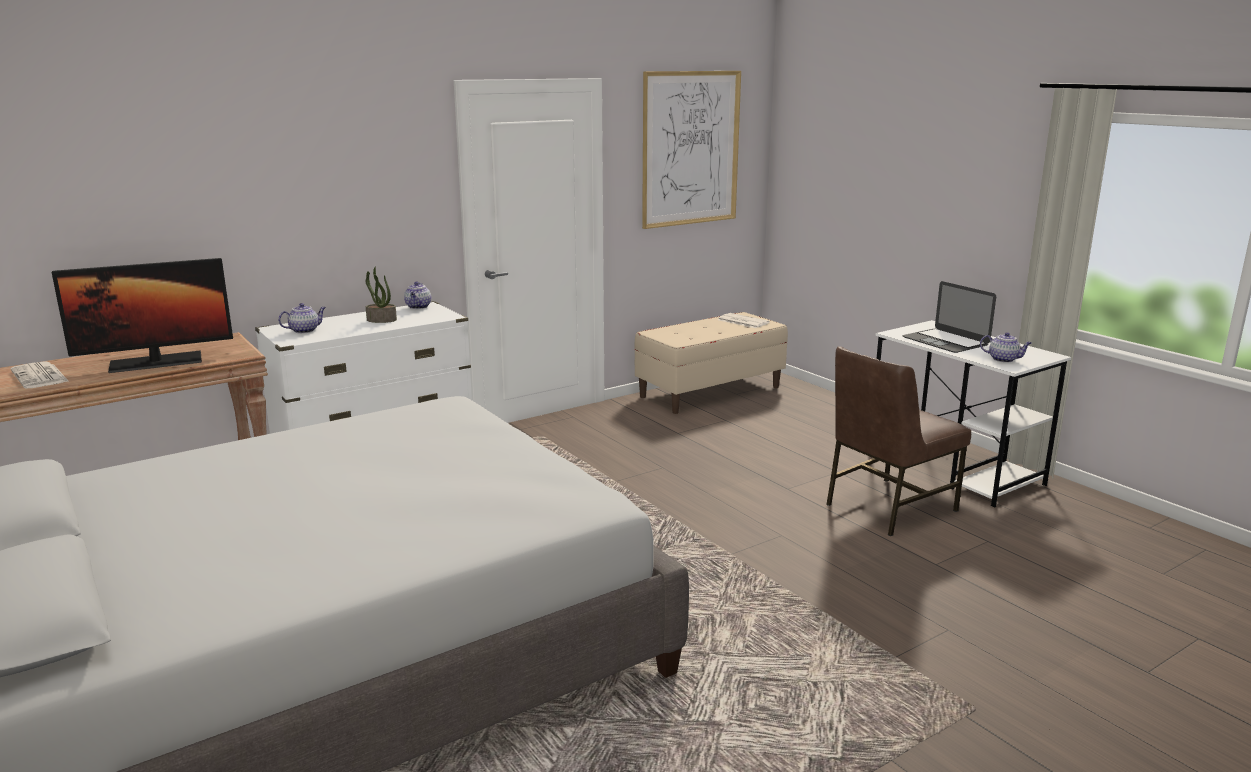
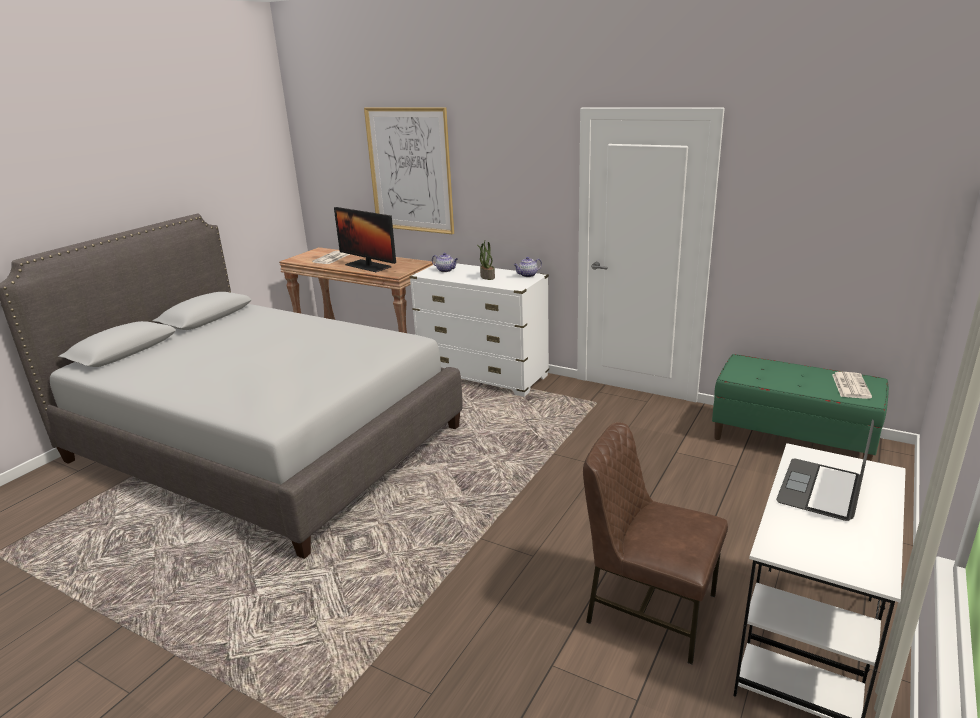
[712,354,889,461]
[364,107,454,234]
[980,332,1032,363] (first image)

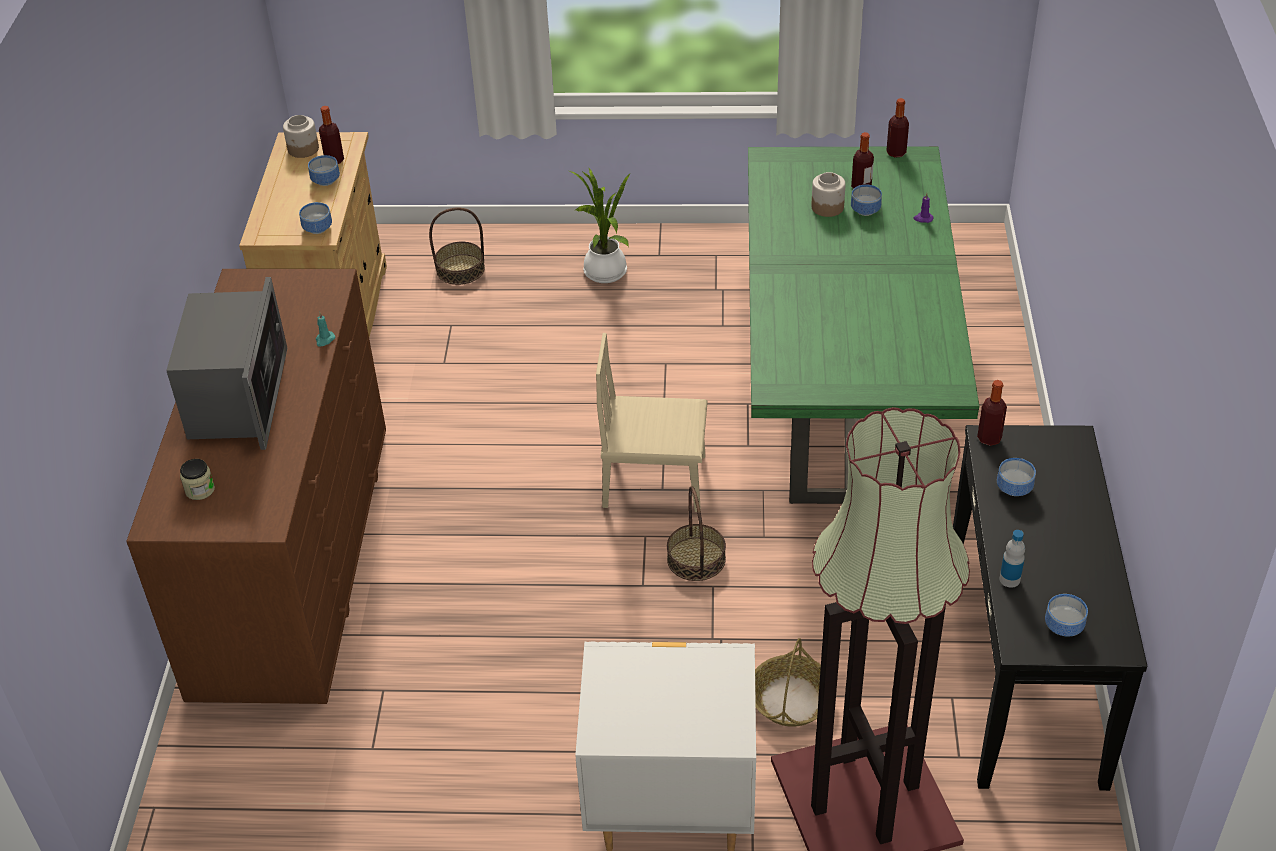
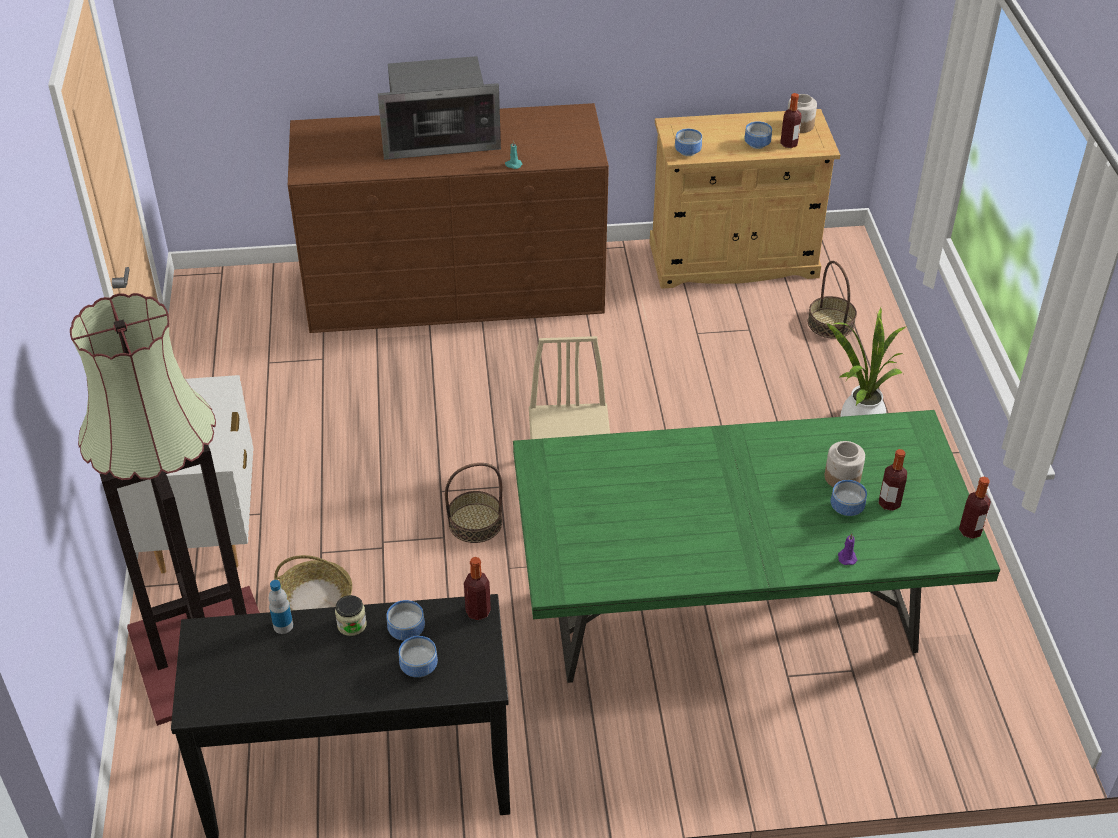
[335,595,367,636]
[399,636,438,677]

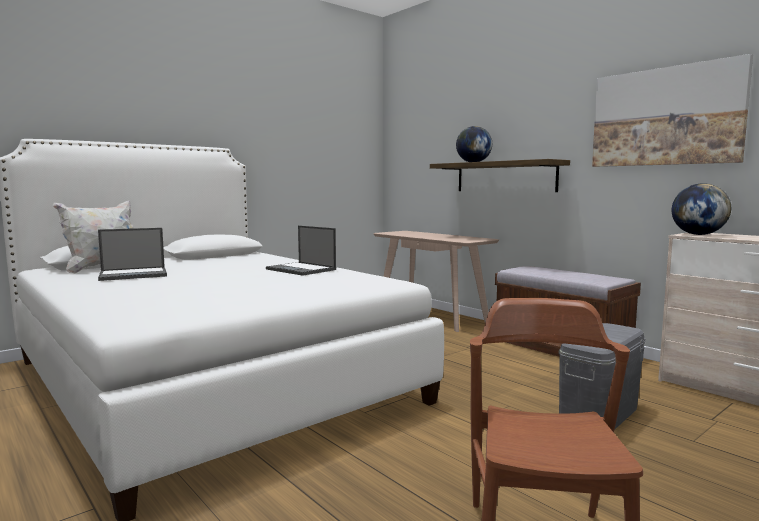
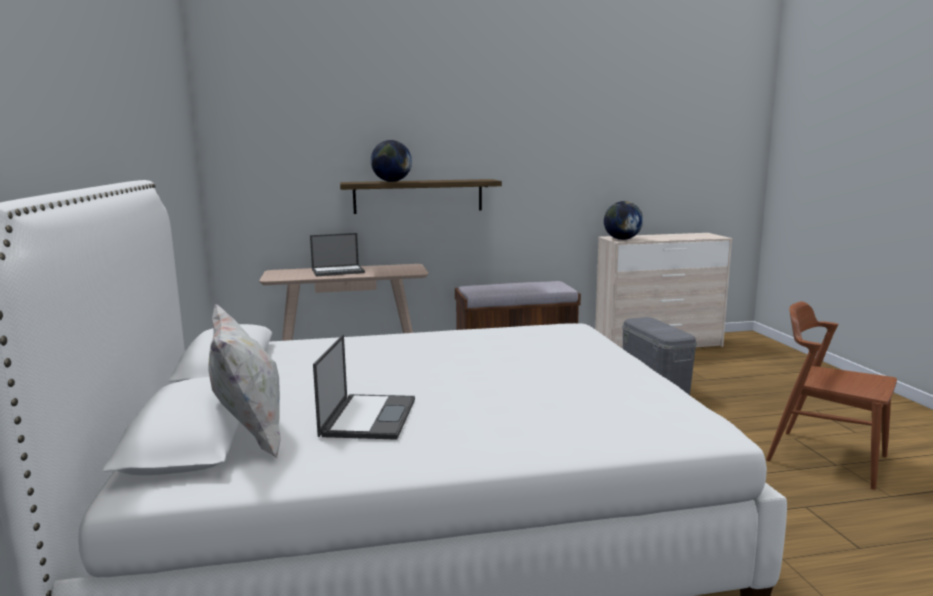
[310,233,365,276]
[592,54,753,167] (first image)

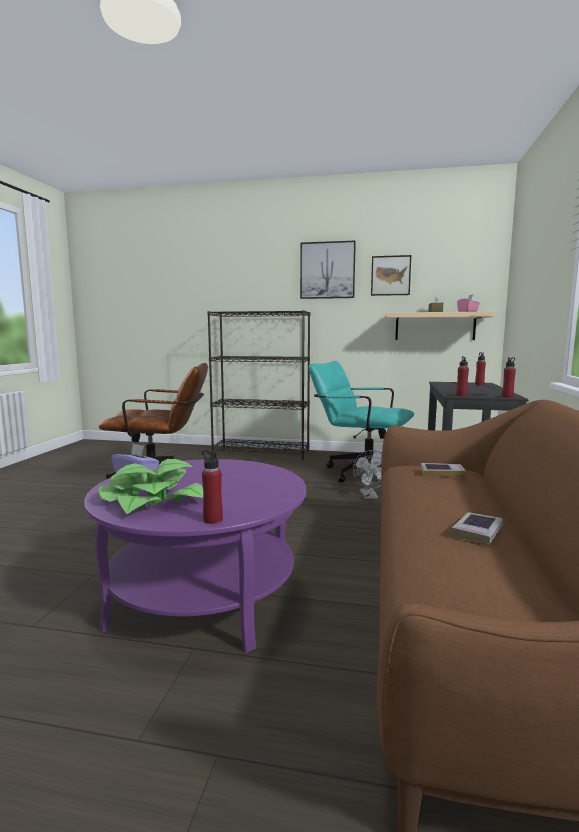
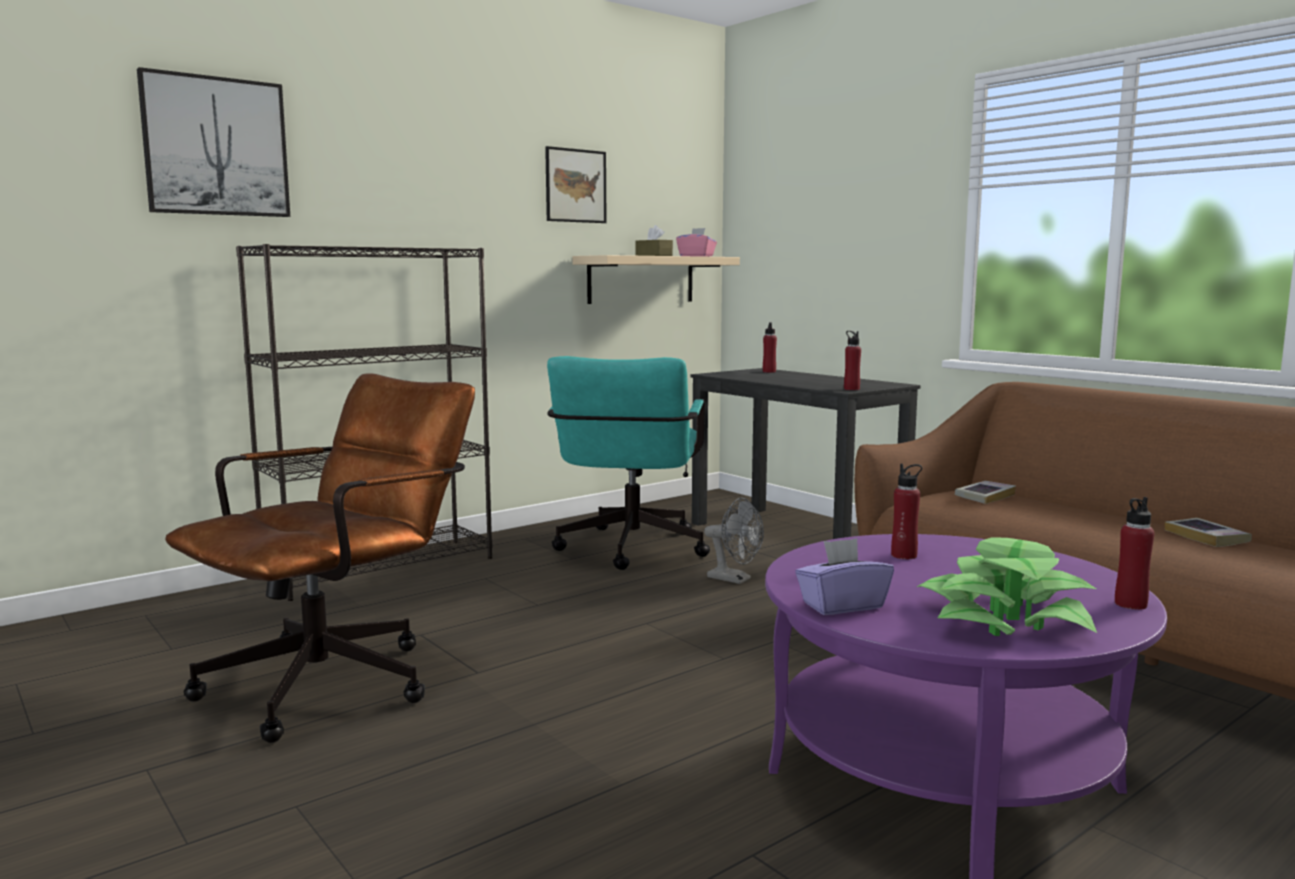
[137,67,290,217]
[547,356,710,570]
[891,464,922,559]

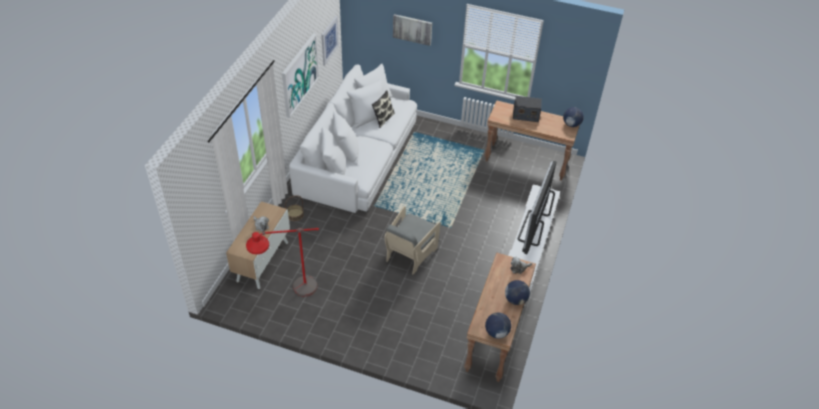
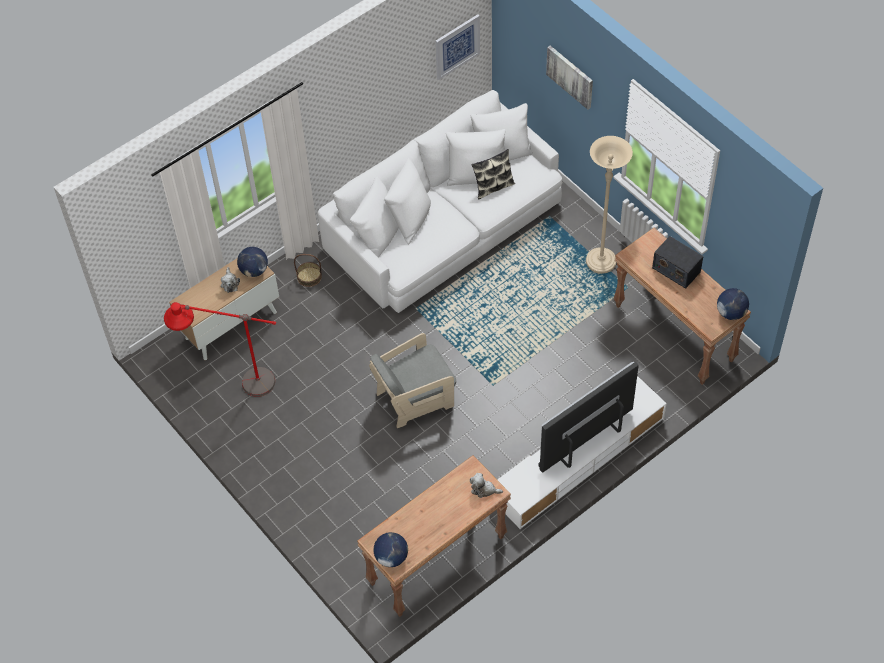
[282,33,319,118] (first image)
[237,247,268,277]
[586,136,633,274]

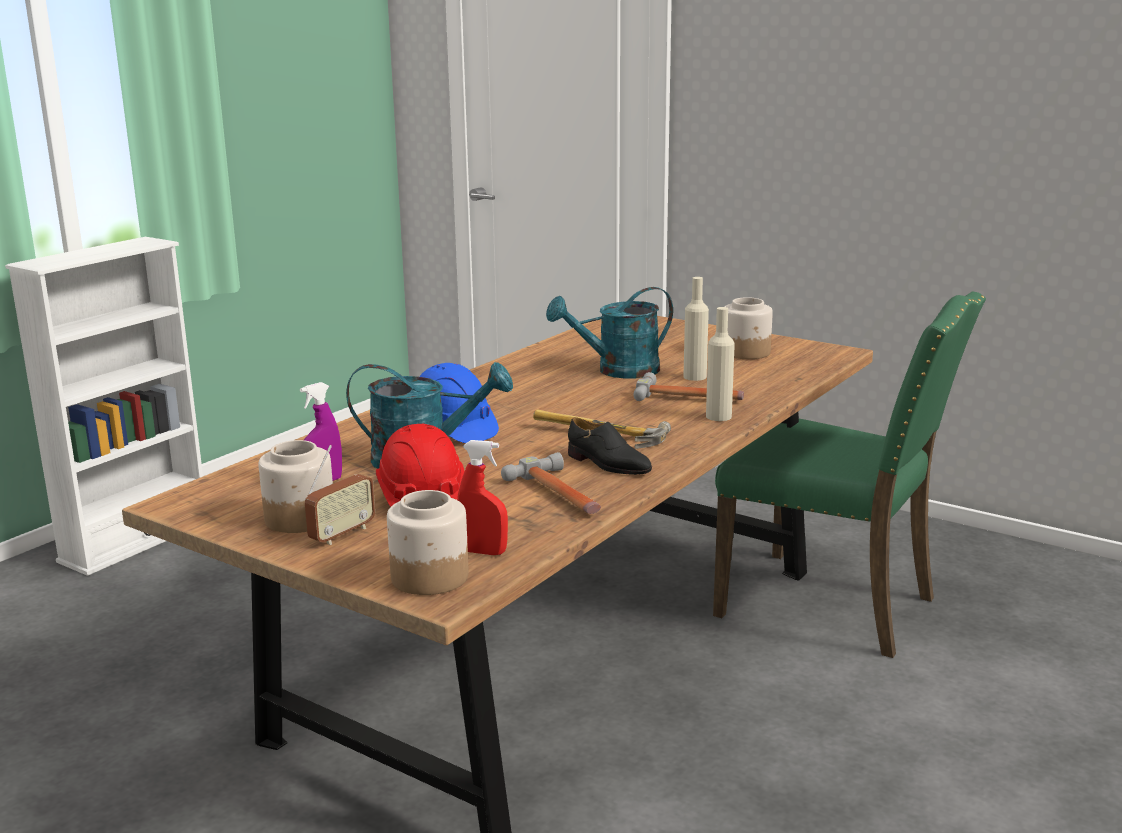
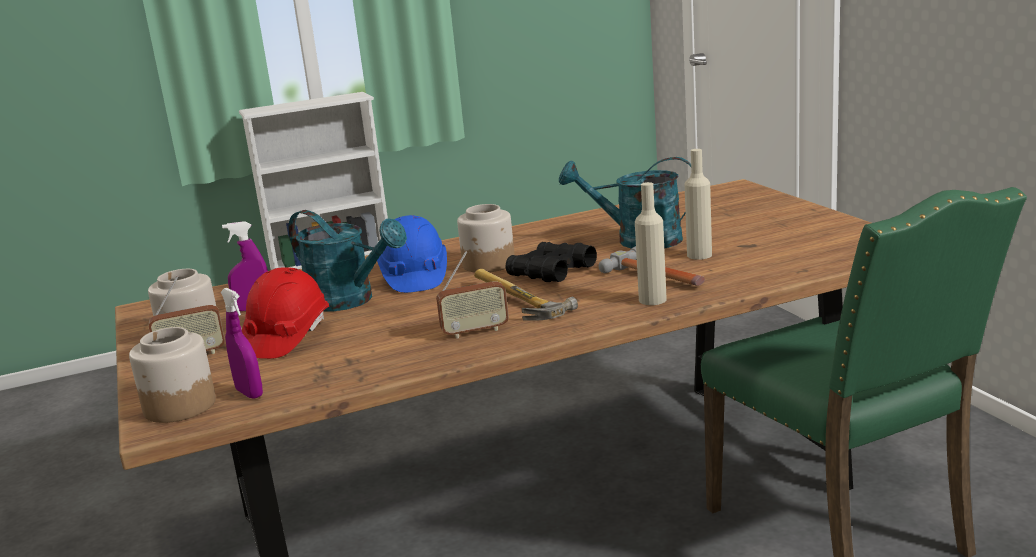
[221,288,263,399]
[501,452,601,514] (first image)
[436,251,509,338]
[457,204,515,273]
[506,242,597,282]

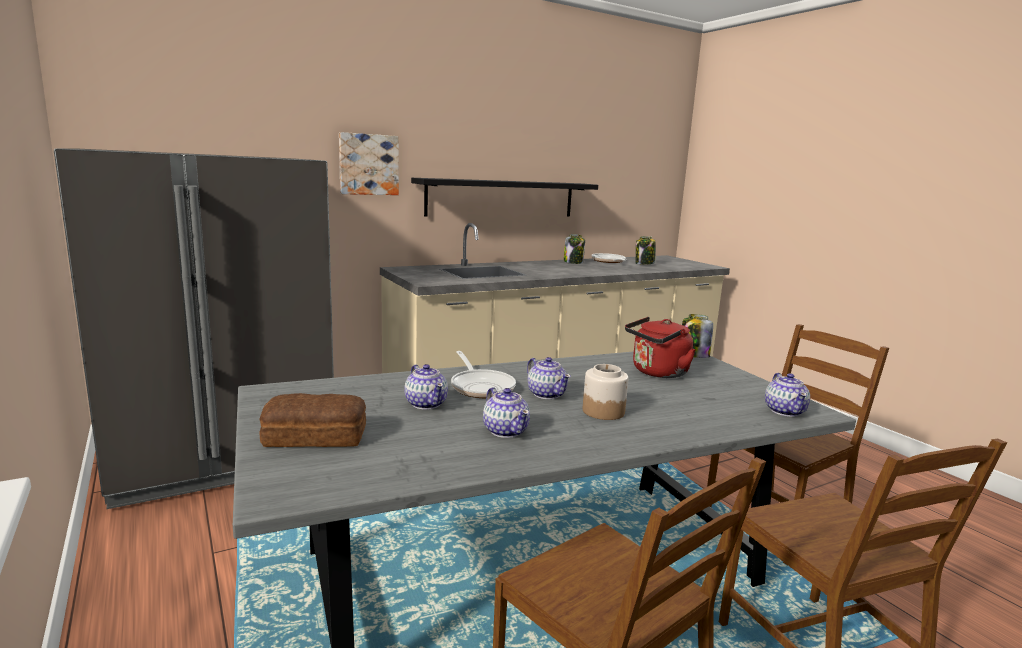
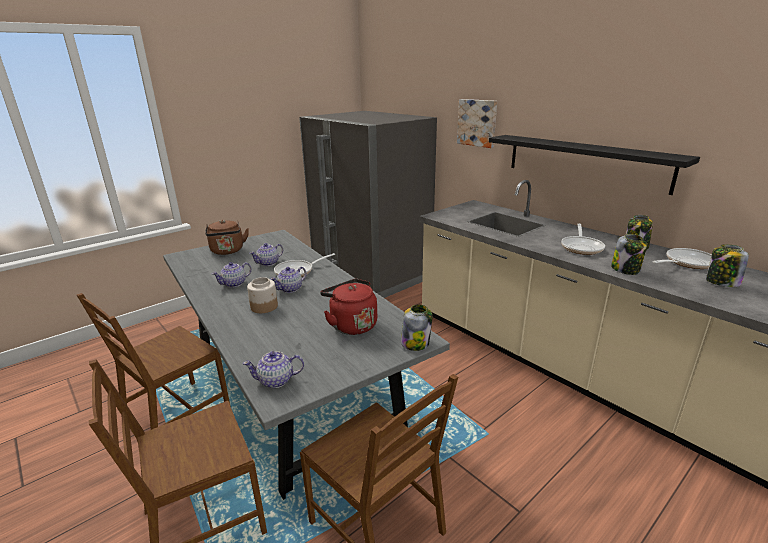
[205,220,249,255]
[561,224,605,255]
[611,234,647,275]

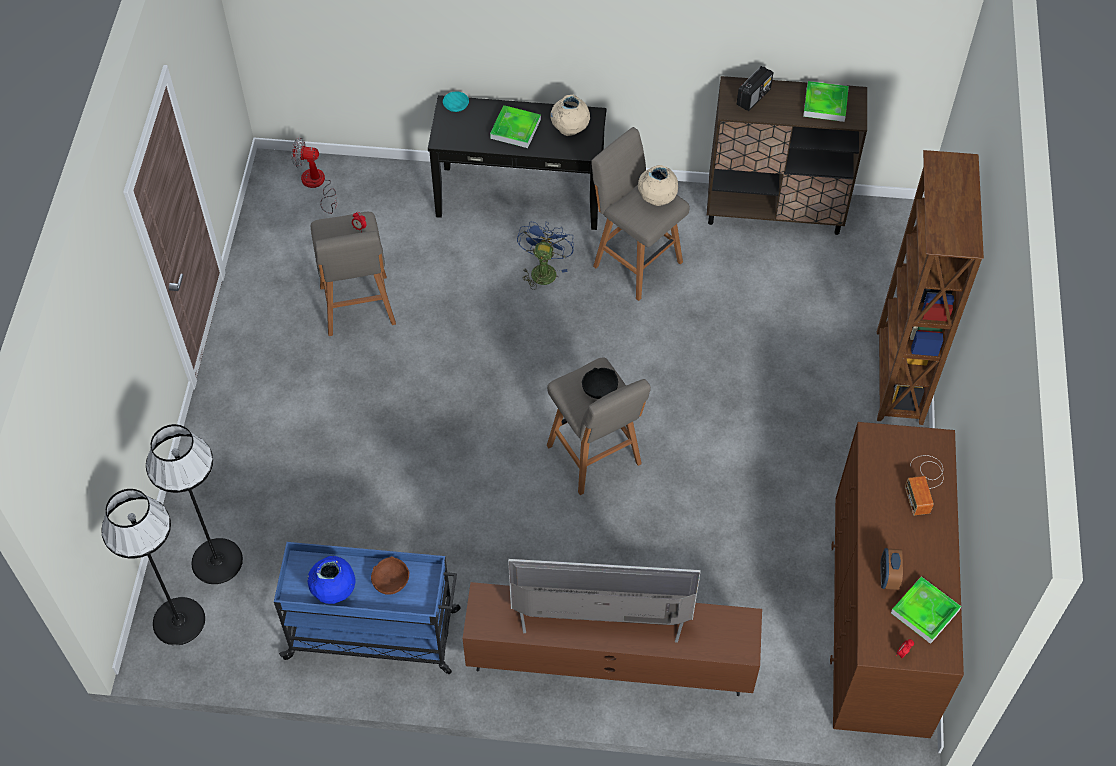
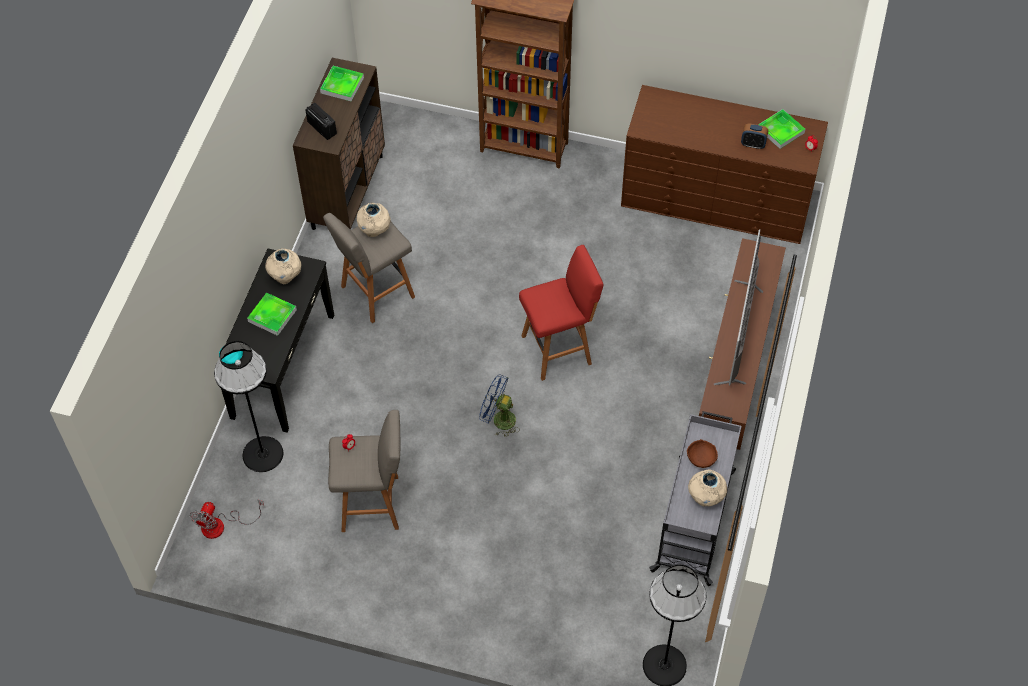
[214,341,283,472]
[649,411,742,586]
[688,470,727,507]
[479,374,520,437]
[519,245,604,381]
[582,368,618,399] (first image)
[905,455,943,515] (first image)

